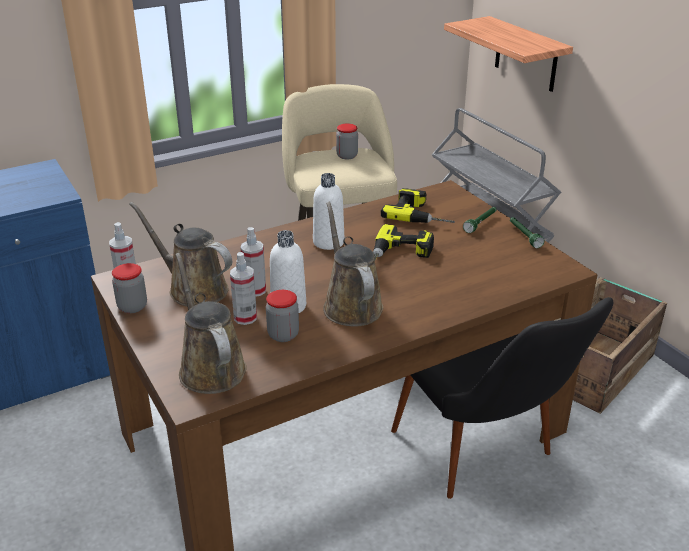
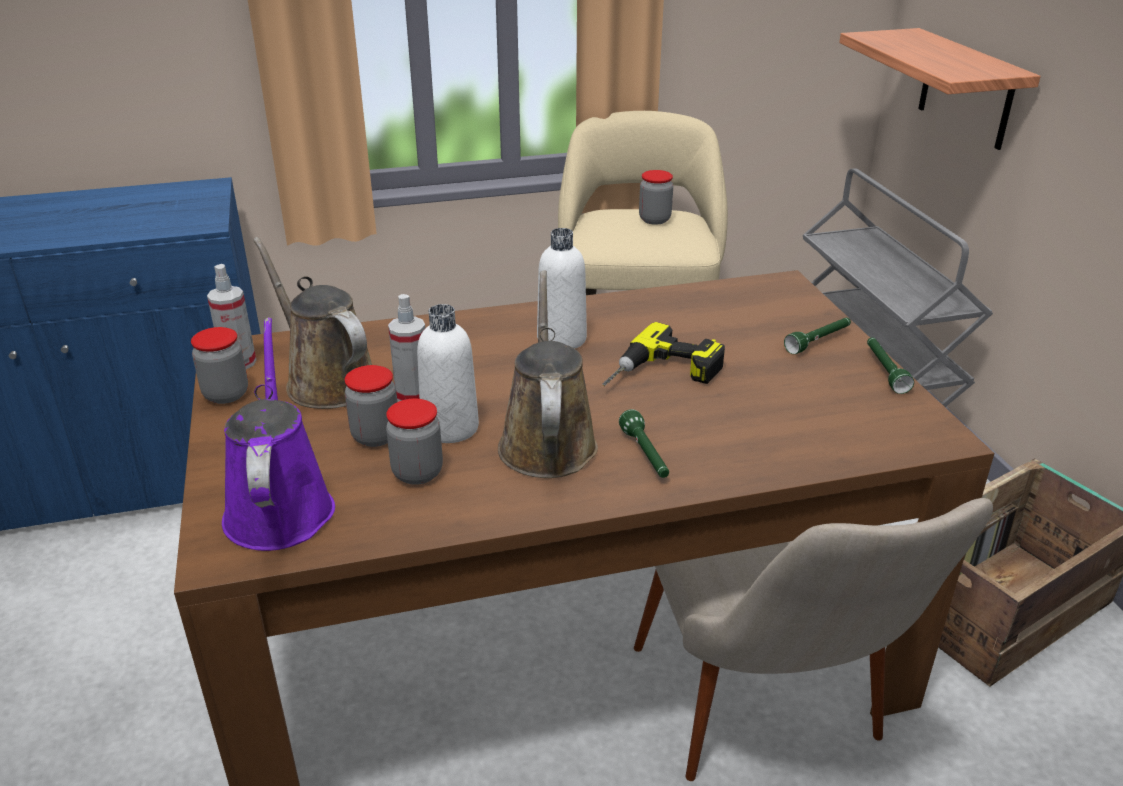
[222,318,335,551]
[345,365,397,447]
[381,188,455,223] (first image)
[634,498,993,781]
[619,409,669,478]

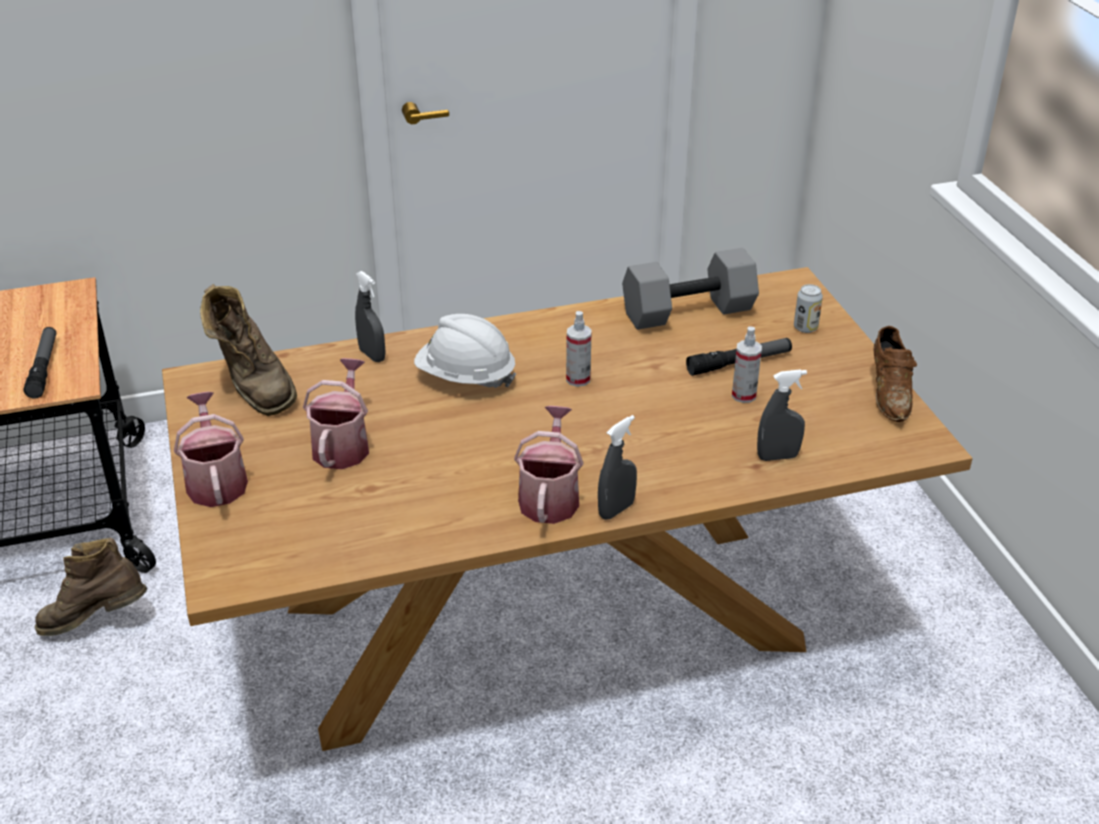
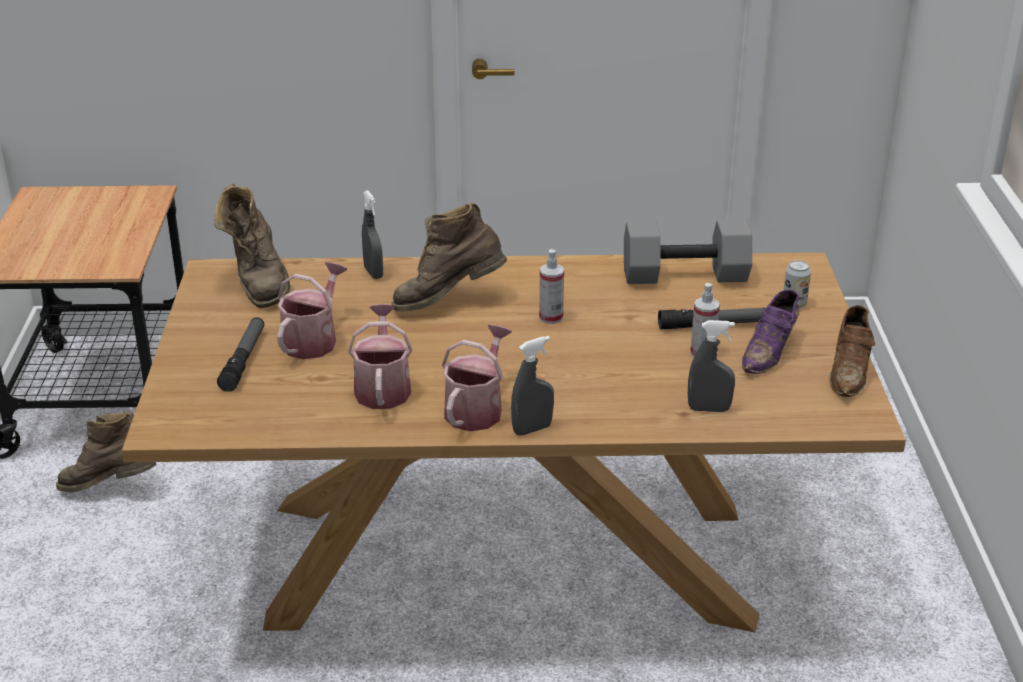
[217,317,264,392]
[348,304,412,409]
[392,202,507,312]
[742,289,799,374]

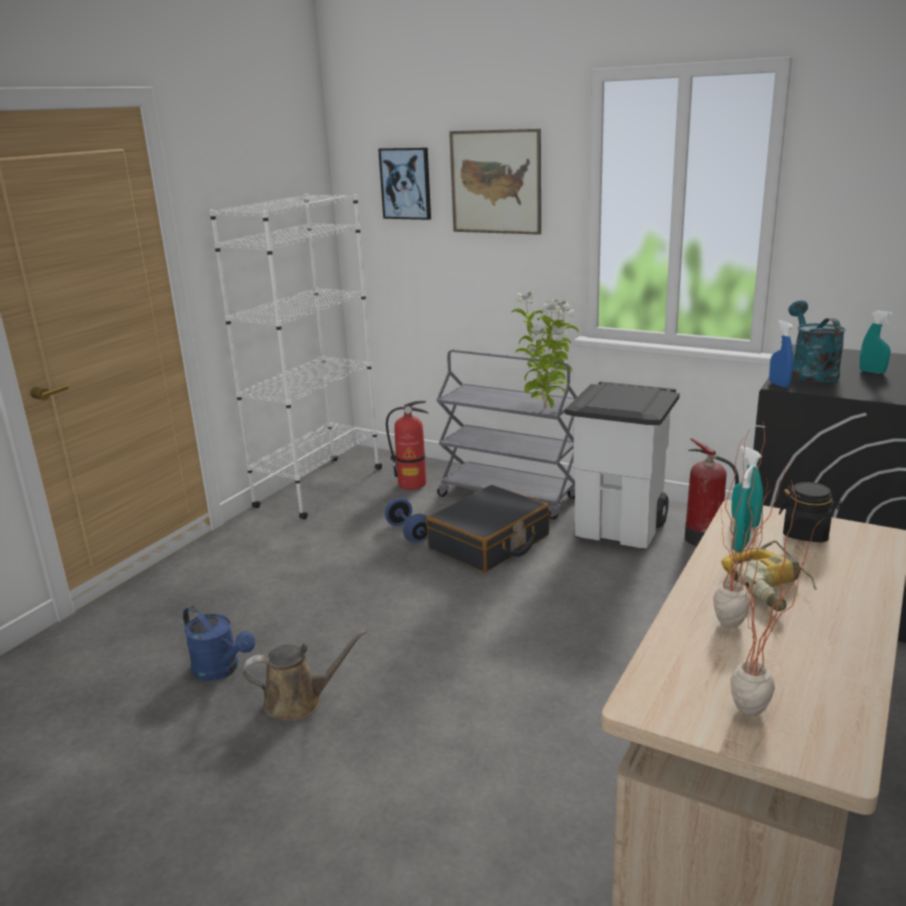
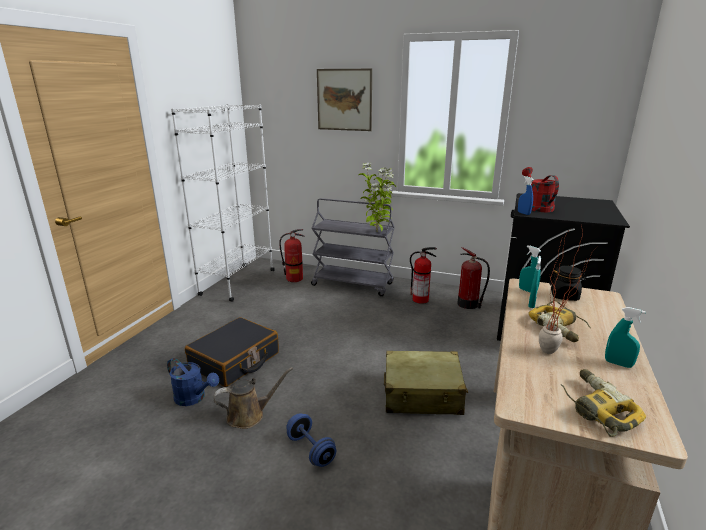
[378,147,431,220] (first image)
[286,413,336,467]
[185,317,279,387]
[410,247,437,304]
[561,369,646,437]
[522,167,559,212]
[605,307,646,368]
[384,351,468,415]

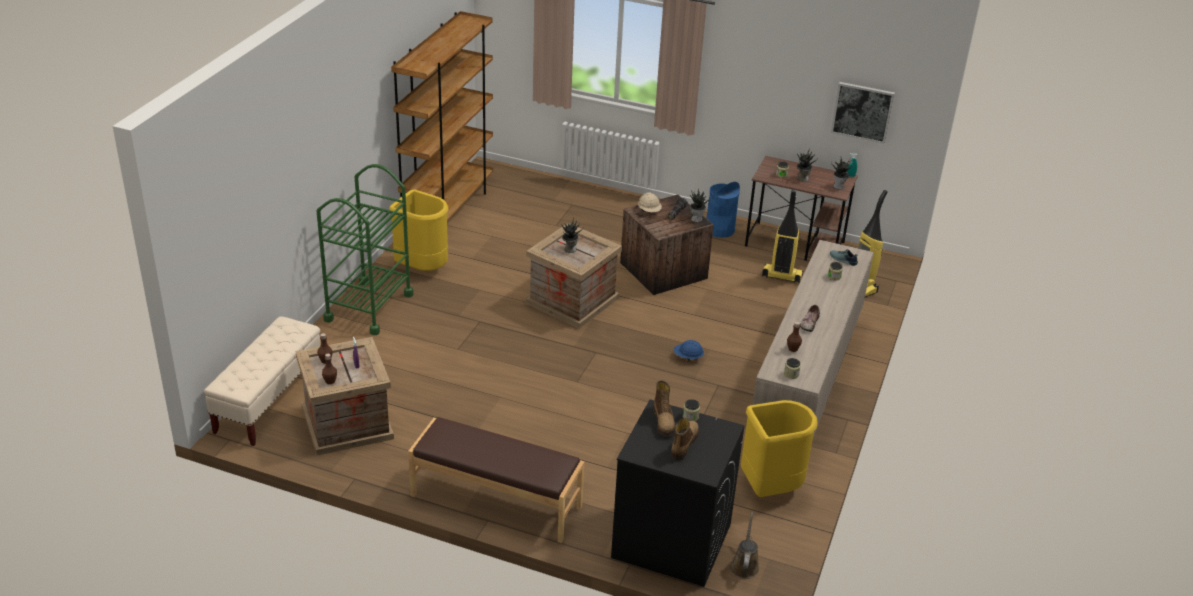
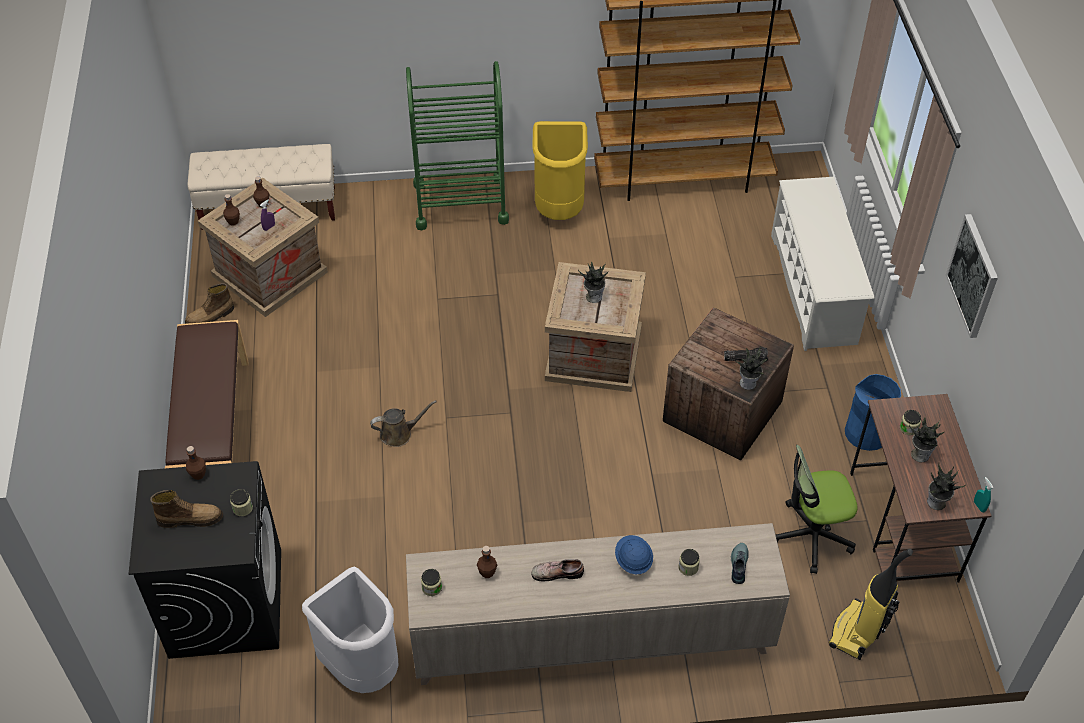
[638,192,662,212] (first image)
[185,283,234,324]
[615,535,653,574]
[370,400,437,447]
[302,567,399,693]
[776,445,858,574]
[946,214,998,338]
[186,446,206,480]
[771,177,874,351]

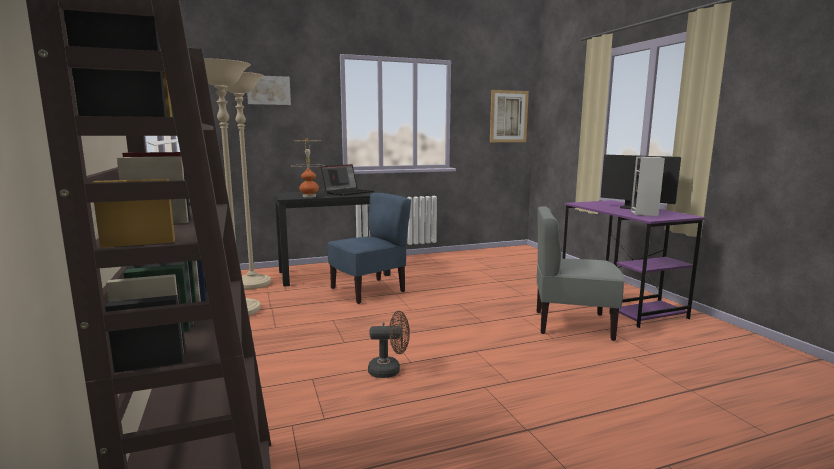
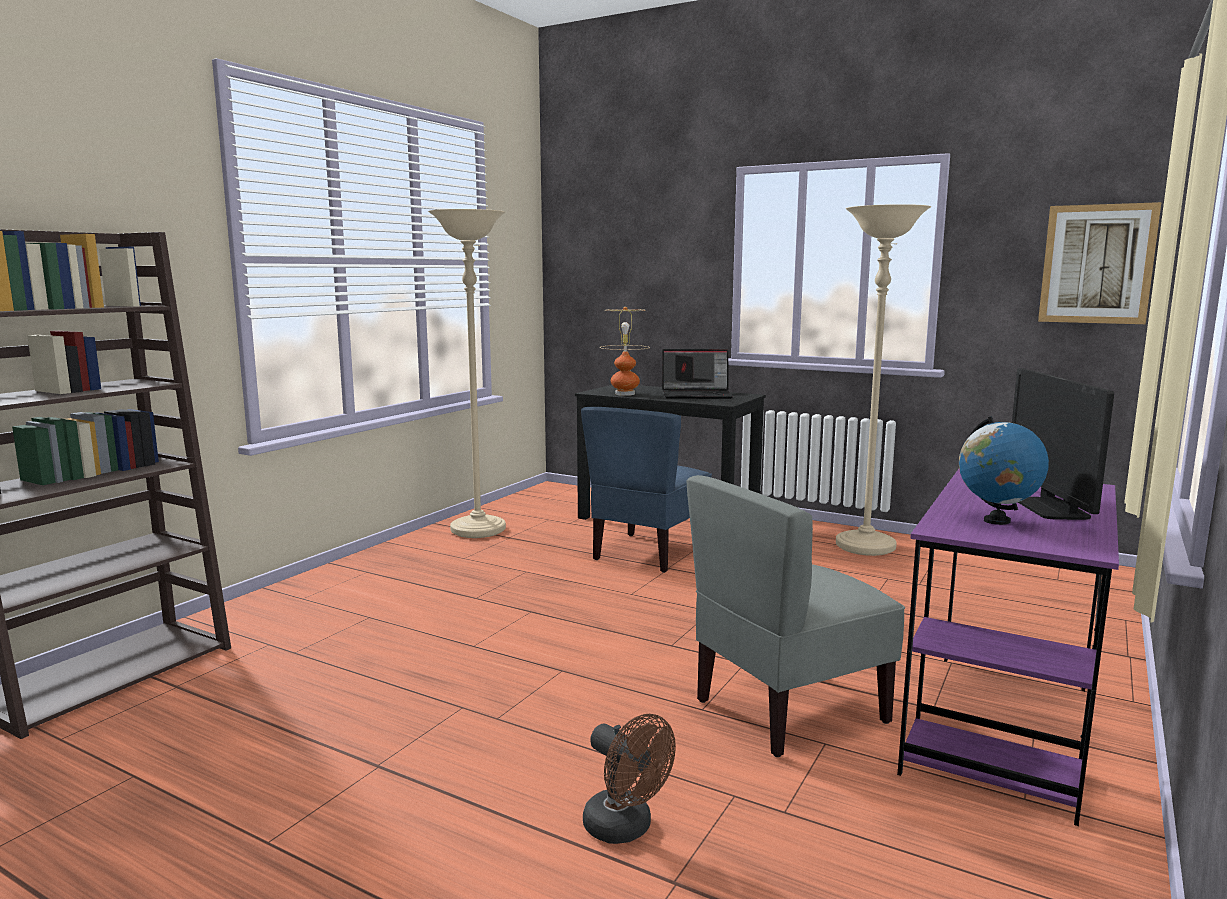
[836,204,931,556]
[247,76,291,105] (first image)
[581,407,712,573]
[583,714,676,844]
[687,475,905,757]
[959,416,1049,525]

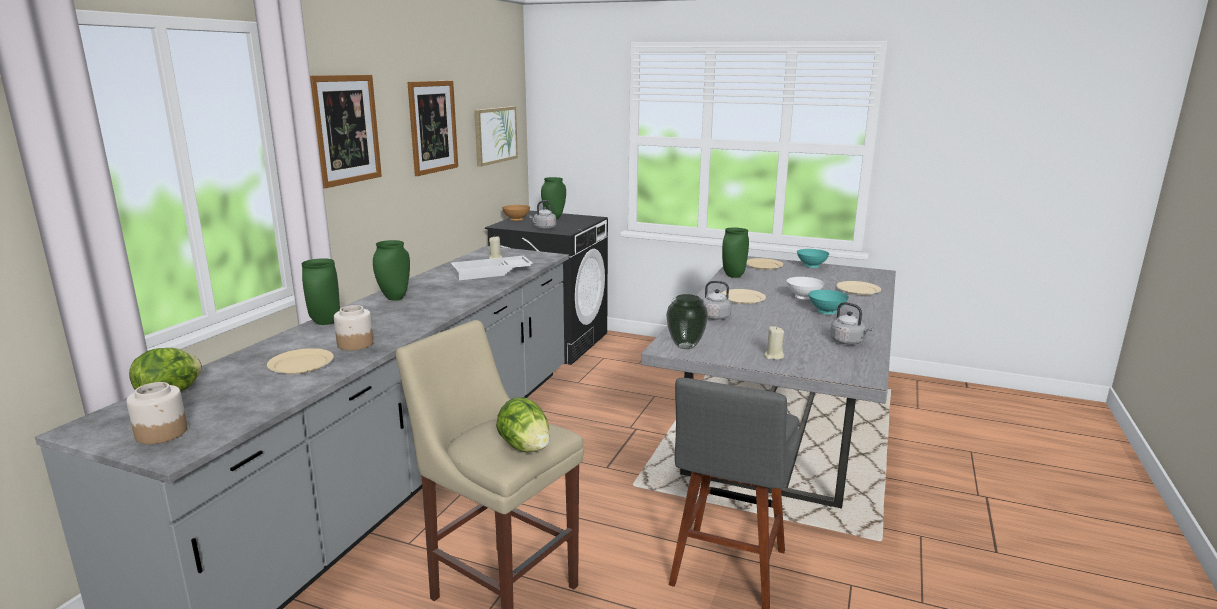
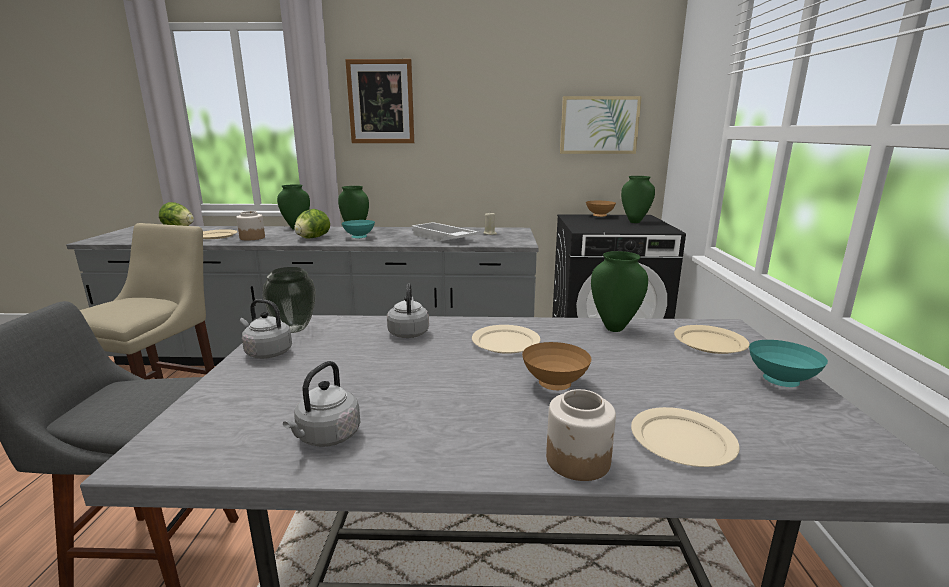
[546,389,616,481]
[407,81,458,176] (first image)
[294,209,330,239]
[240,299,292,359]
[764,326,784,360] (first image)
[522,342,591,390]
[342,220,375,238]

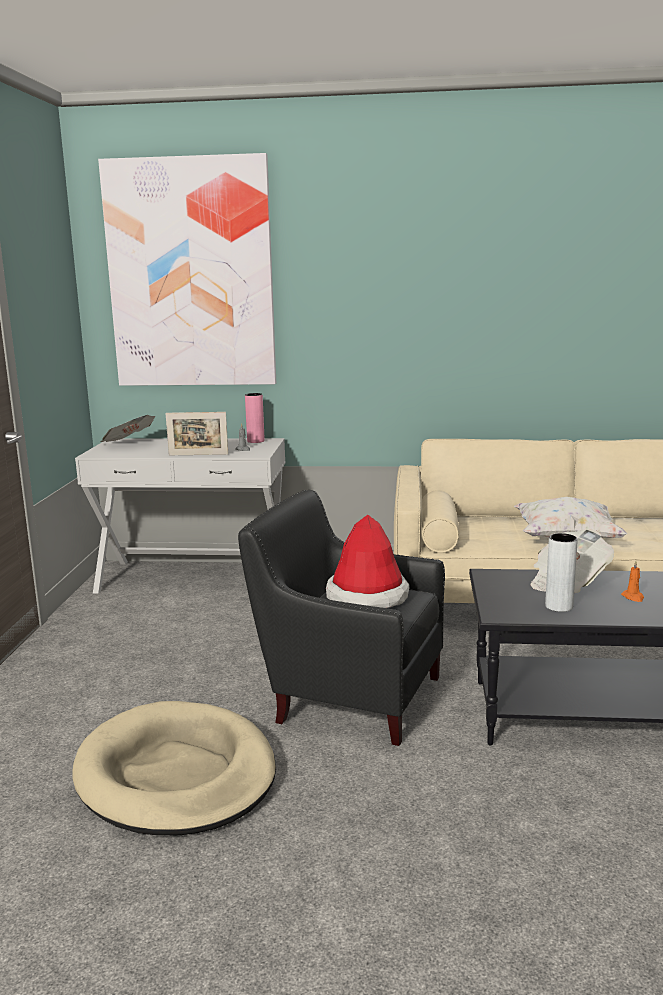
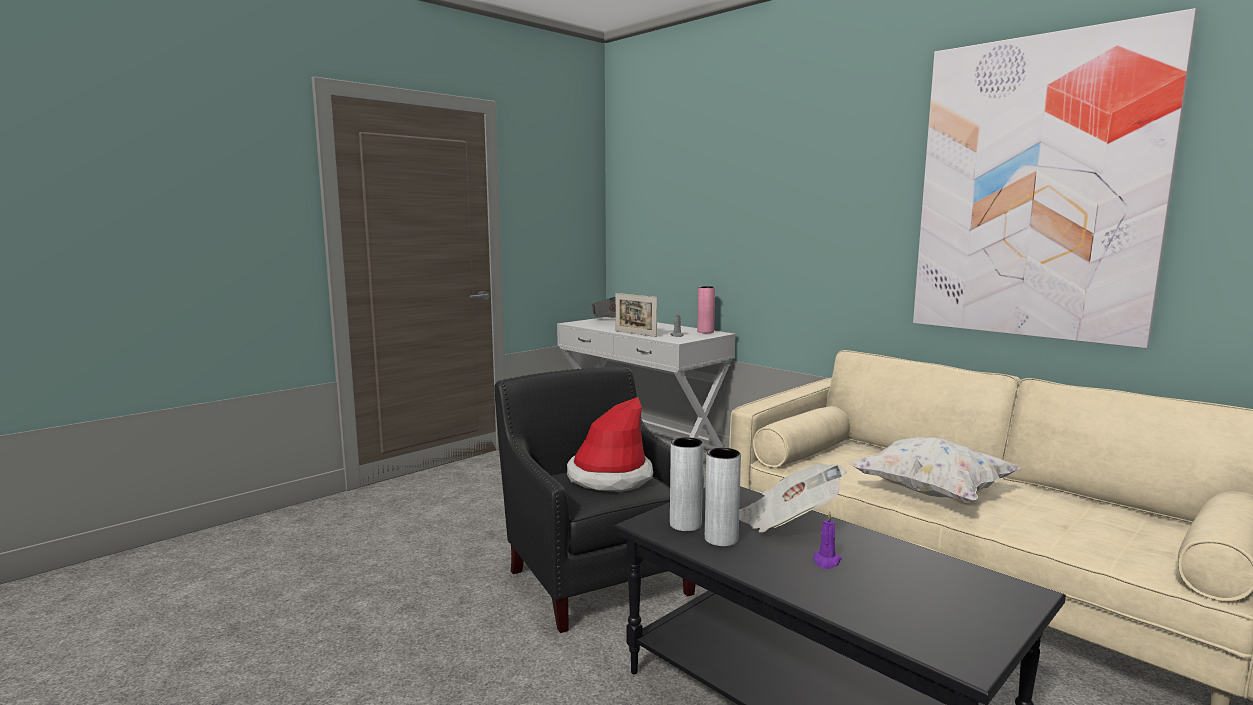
[72,701,276,835] (first image)
[913,8,1197,348]
[813,511,842,569]
[670,437,704,531]

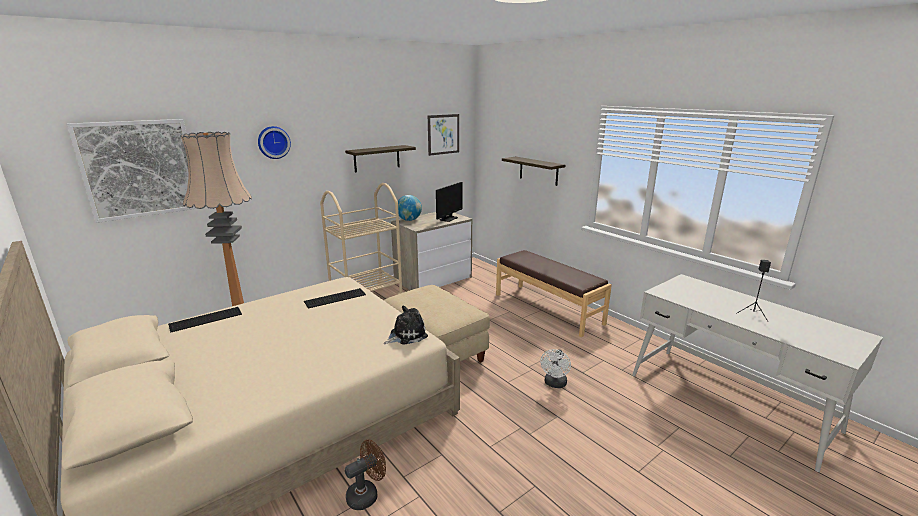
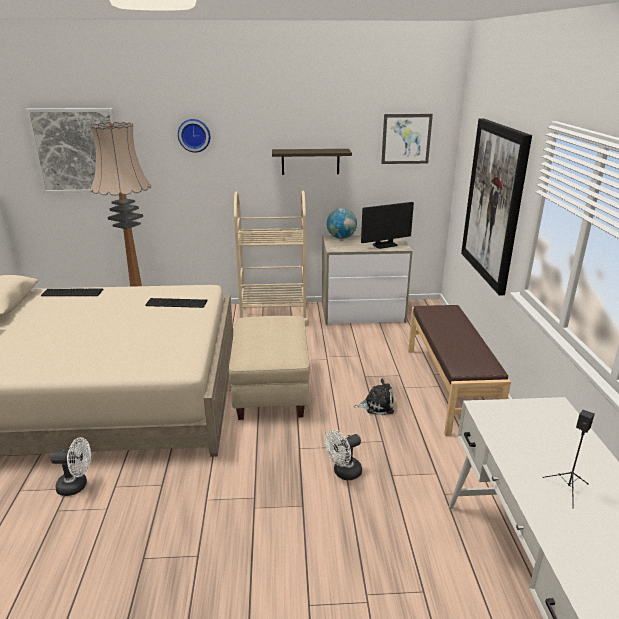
[51,437,91,496]
[354,379,394,415]
[461,119,532,295]

